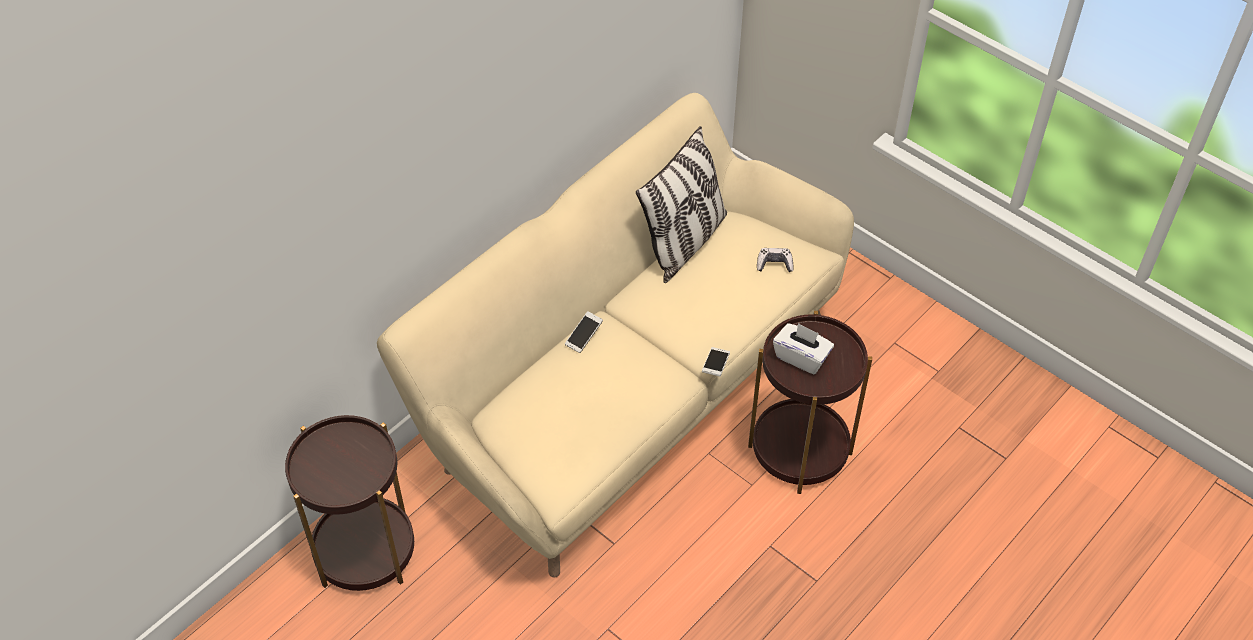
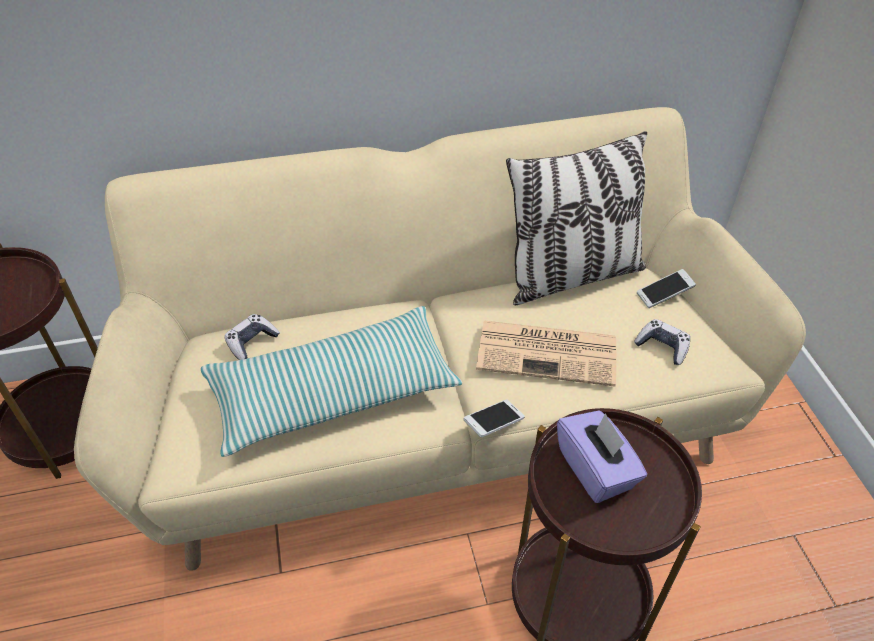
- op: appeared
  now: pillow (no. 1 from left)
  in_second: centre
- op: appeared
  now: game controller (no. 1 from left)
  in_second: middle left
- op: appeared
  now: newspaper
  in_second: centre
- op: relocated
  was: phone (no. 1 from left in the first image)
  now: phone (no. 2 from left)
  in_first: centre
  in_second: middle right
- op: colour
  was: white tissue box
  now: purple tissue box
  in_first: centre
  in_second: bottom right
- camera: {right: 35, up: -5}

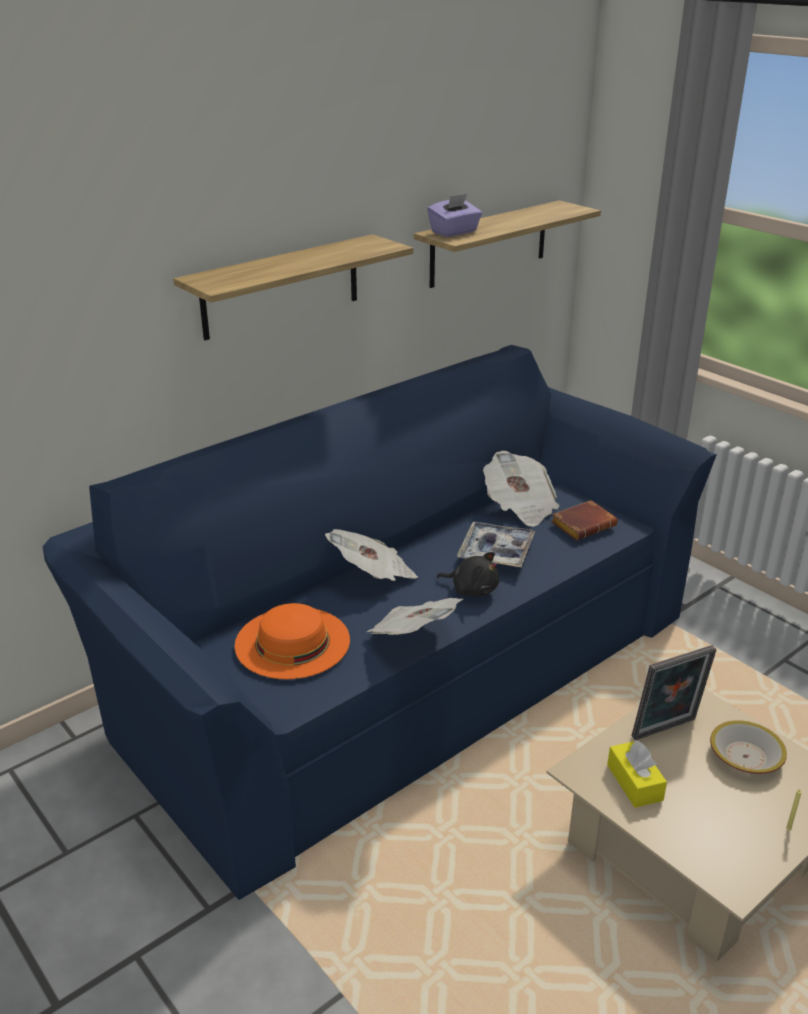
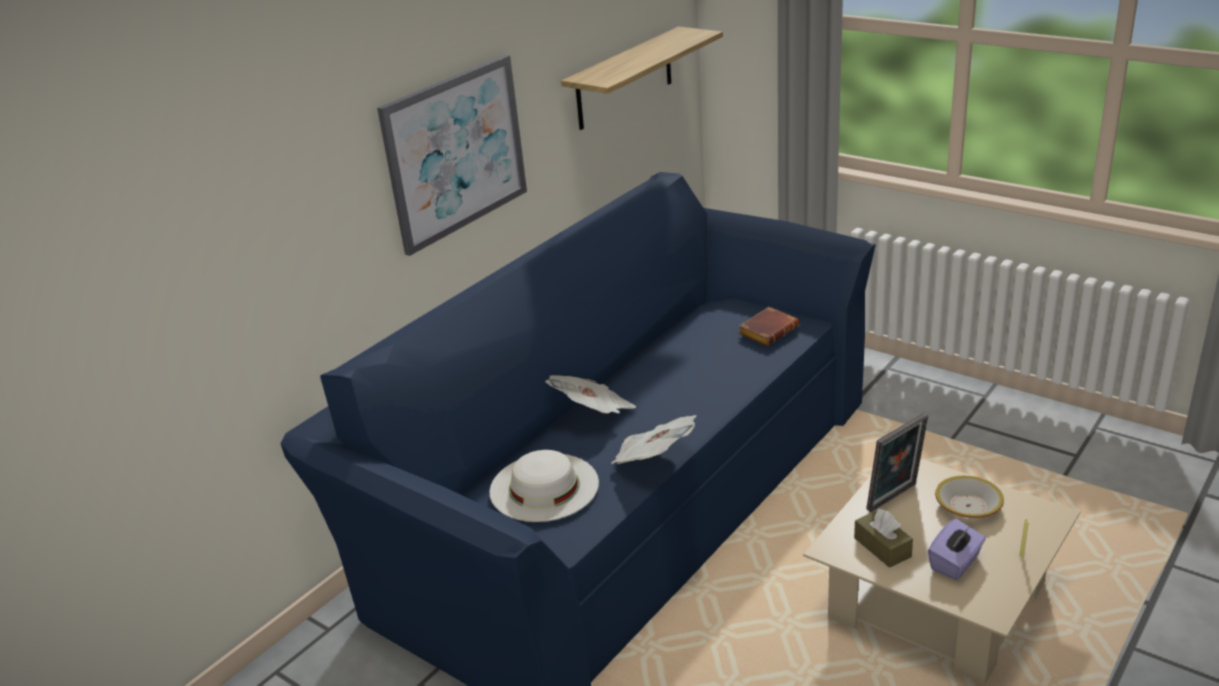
- op: missing
  was: black plush toy
  in_first: centre
- op: missing
  was: tray
  in_first: centre
- op: missing
  was: newspaper (no. 3 from left)
  in_first: centre
- op: relocated
  was: purple tissue box
  in_first: top centre
  in_second: bottom right
- op: exchanged
  was: shelf (no. 1 from left)
  now: picture
  in_first: top centre
  in_second: top centre
- op: colour
  was: orange hat
  now: white hat
  in_first: centre
  in_second: bottom centre
- op: colour
  was: yellow tissue box
  now: brown tissue box
  in_first: bottom right
  in_second: bottom right
- camera: {right: -10, up: 0}

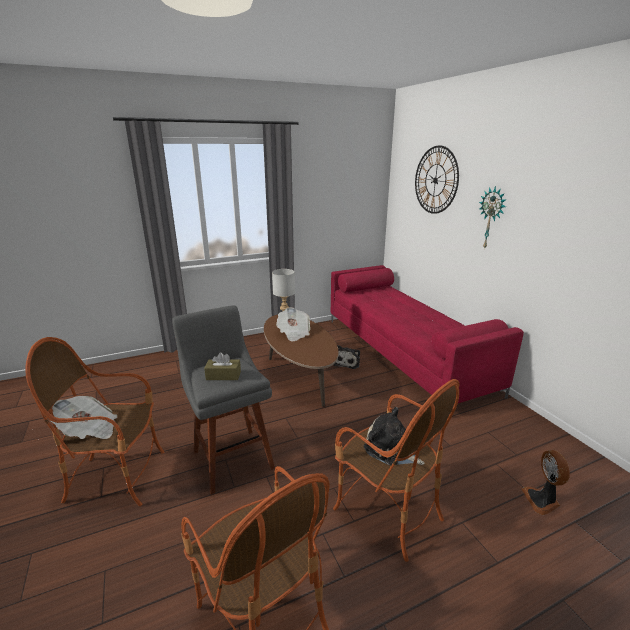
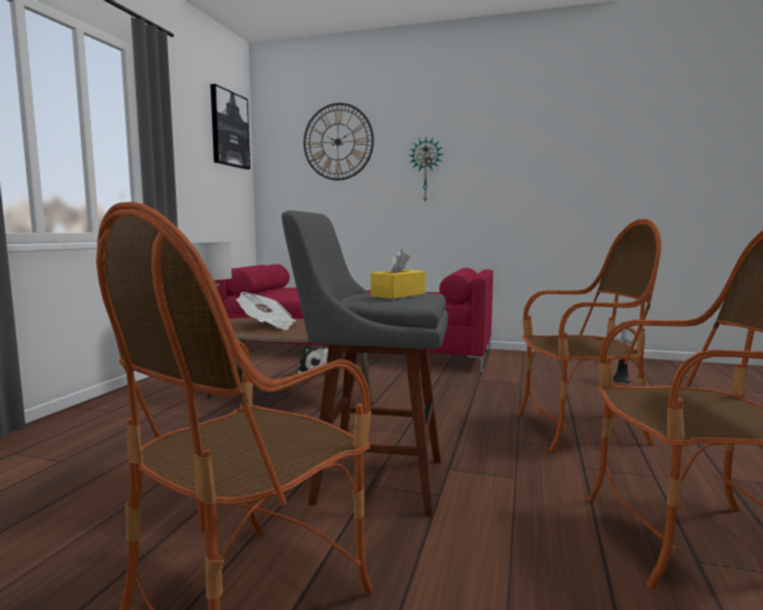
- op: missing
  was: newspaper (no. 1 from left)
  in_first: middle left
- op: missing
  was: plush toy (no. 2 from left)
  in_first: bottom centre
- op: appeared
  now: picture
  in_second: top left
- op: colour
  was: brown tissue box
  now: yellow tissue box
  in_first: centre
  in_second: centre
- camera: {right: -50, up: -15}

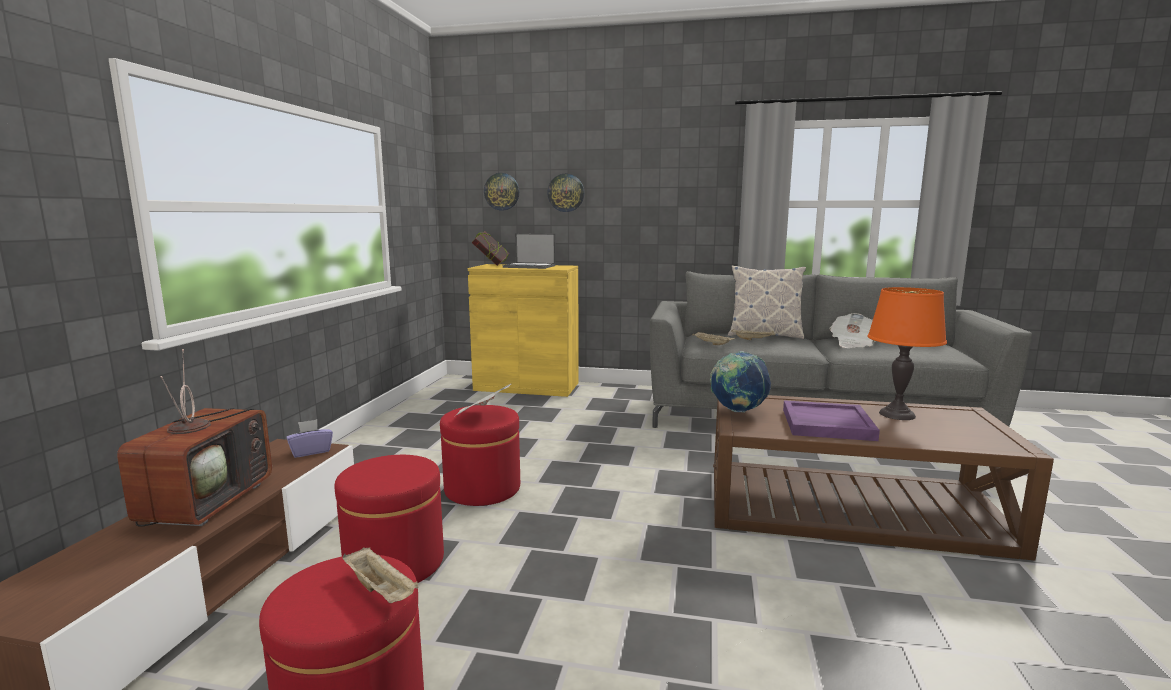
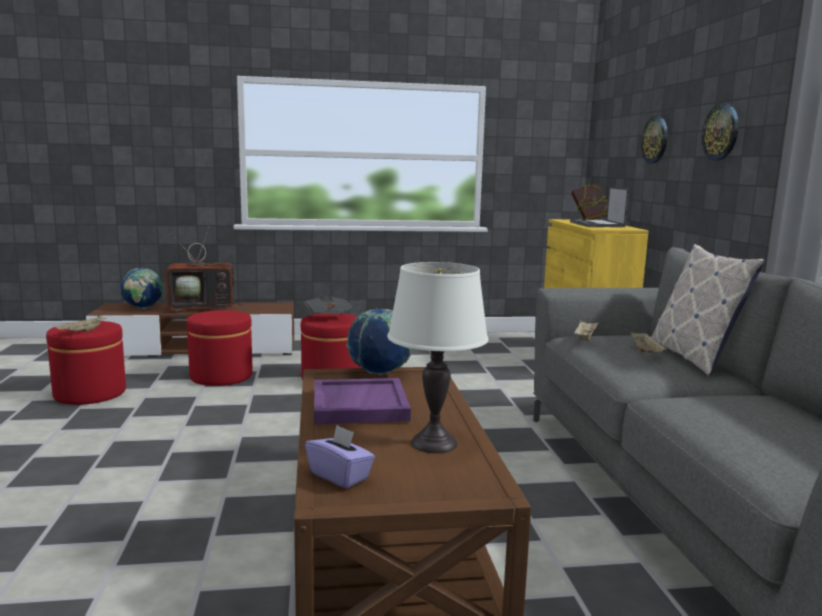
- op: missing
  was: newspaper (no. 2 from left)
  in_first: middle right
- op: appeared
  now: globe (no. 1 from left)
  in_second: middle left
- op: relocated
  was: purple tissue box
  in_first: middle left
  in_second: bottom centre
- op: relocated
  was: wall clock (no. 1 from left in the first image)
  now: wall clock (no. 2 from left)
  in_first: top centre
  in_second: top right
- op: colour
  was: orange table lamp
  now: white table lamp
  in_first: middle right
  in_second: centre
- camera: {right: 70, up: 0}

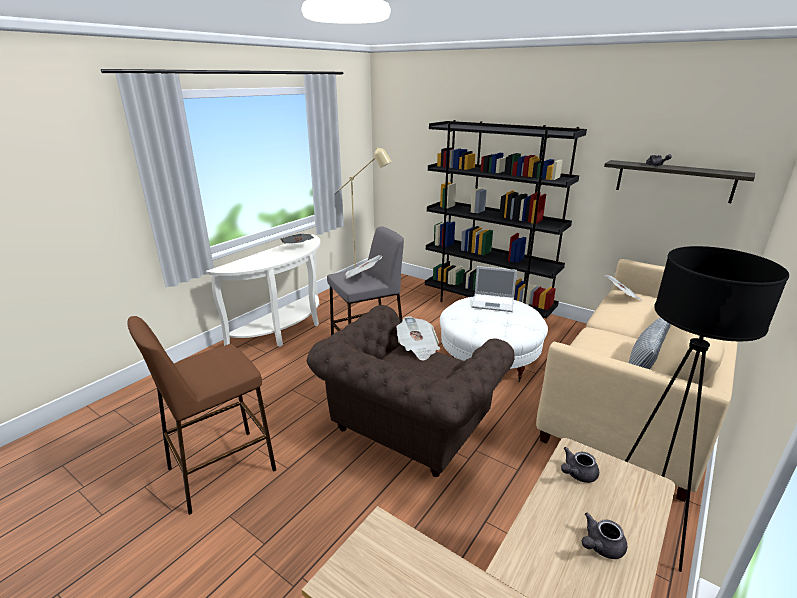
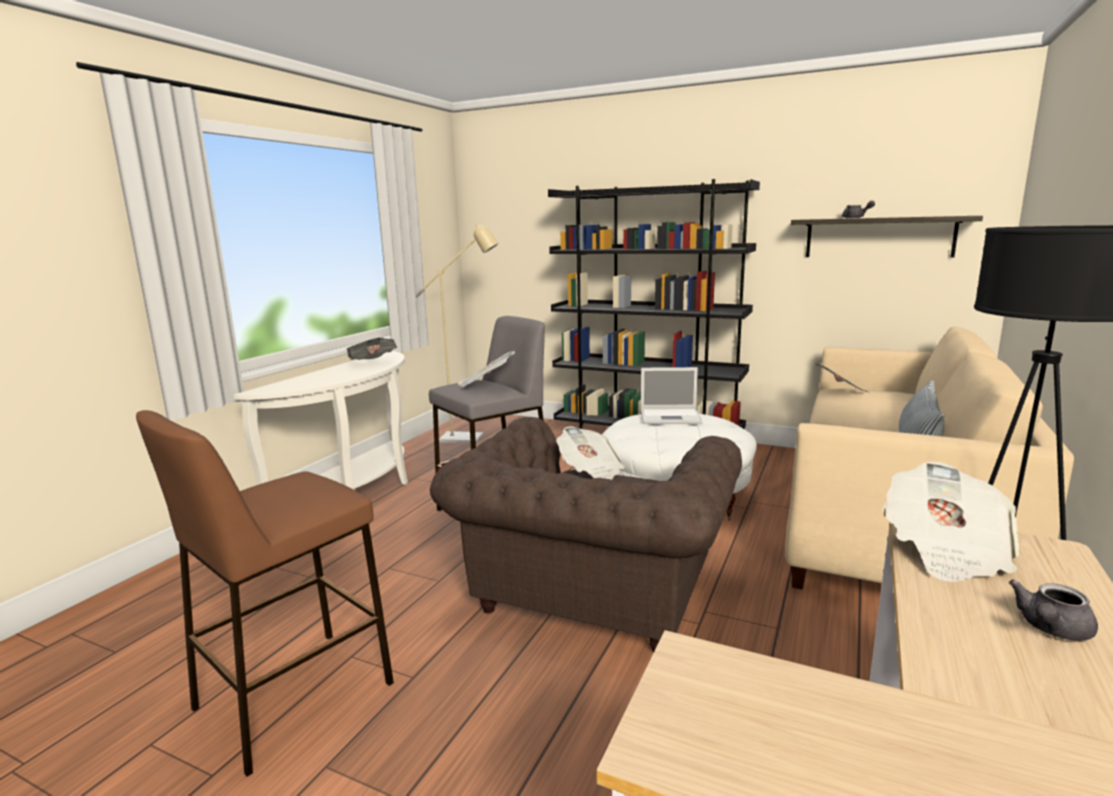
- op: exchanged
  was: grey teapot (no. 1 from left)
  now: newspaper (no. 5 from left)
  in_first: bottom right
  in_second: middle right
- camera: {right: -10, up: -10}

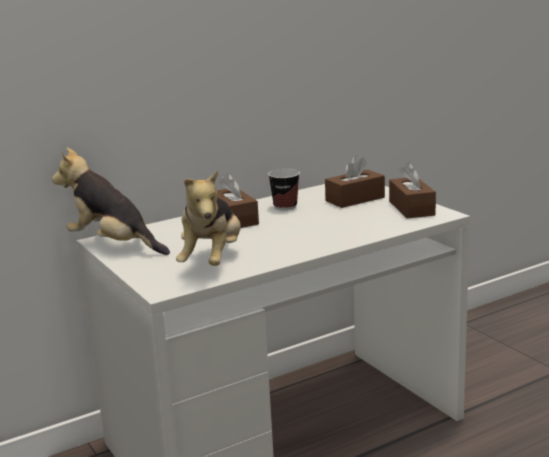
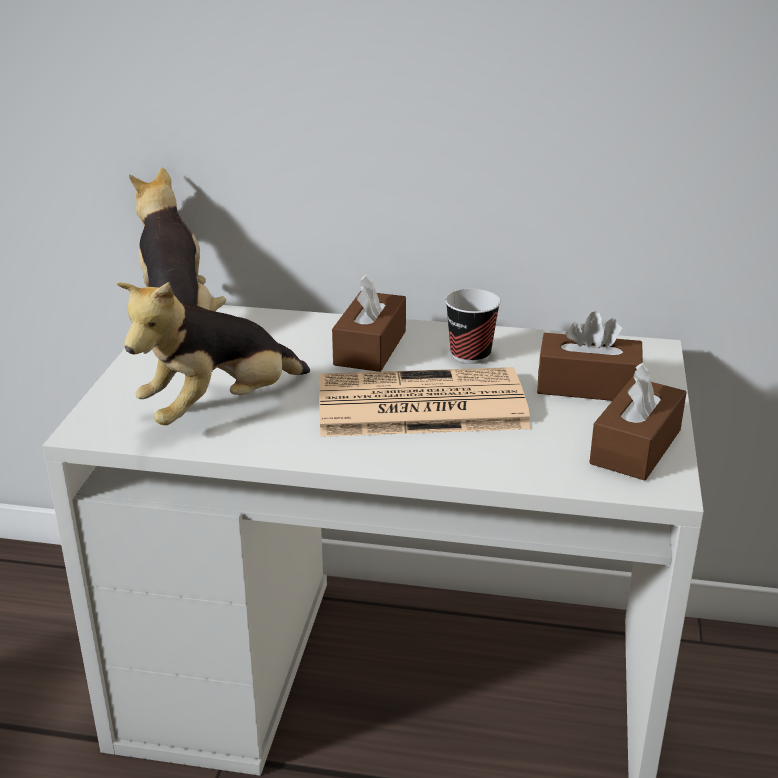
- op: appeared
  now: newspaper
  in_second: centre
- camera: {right: 40, up: 10}

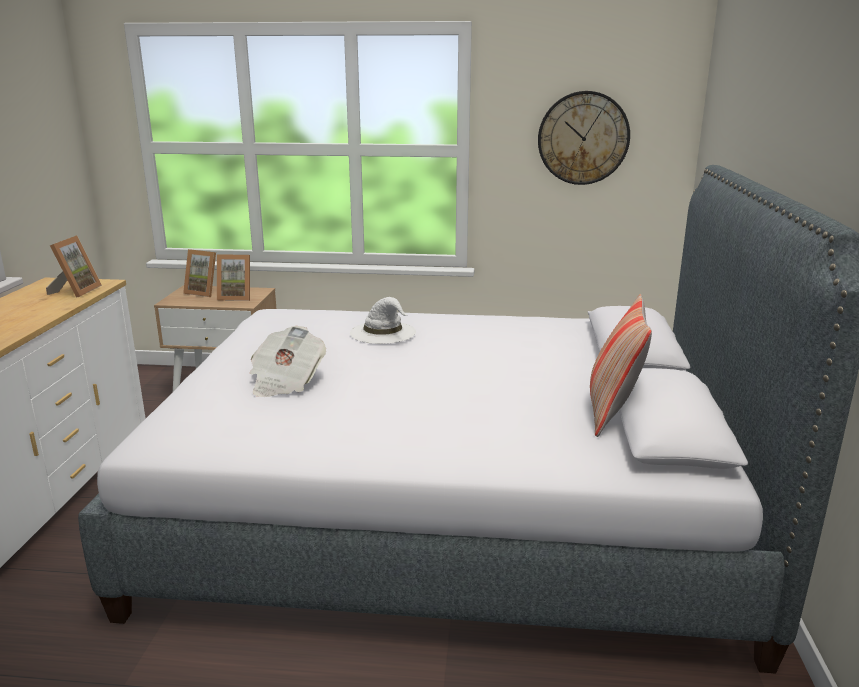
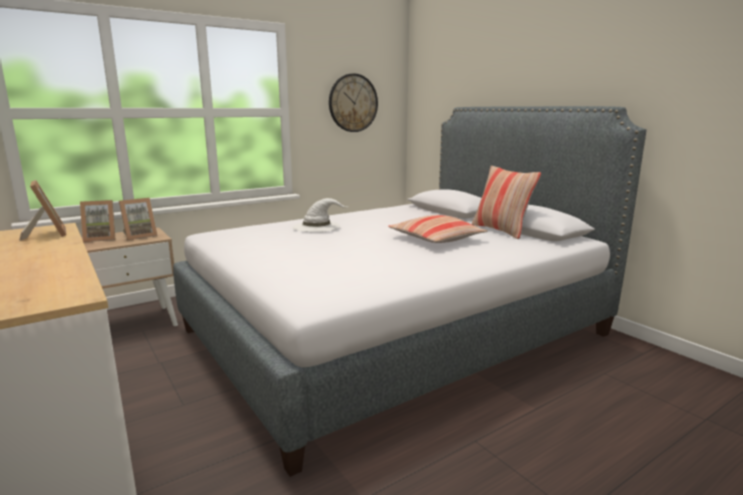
- op: missing
  was: newspaper
  in_first: centre
- op: appeared
  now: pillow (no. 1 from left)
  in_second: centre
- camera: {right: -40, up: -5}

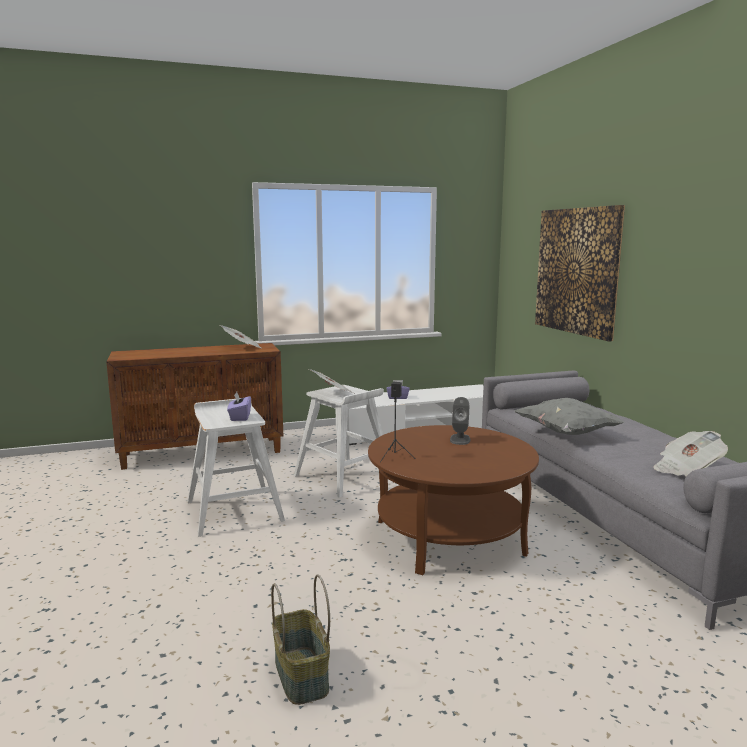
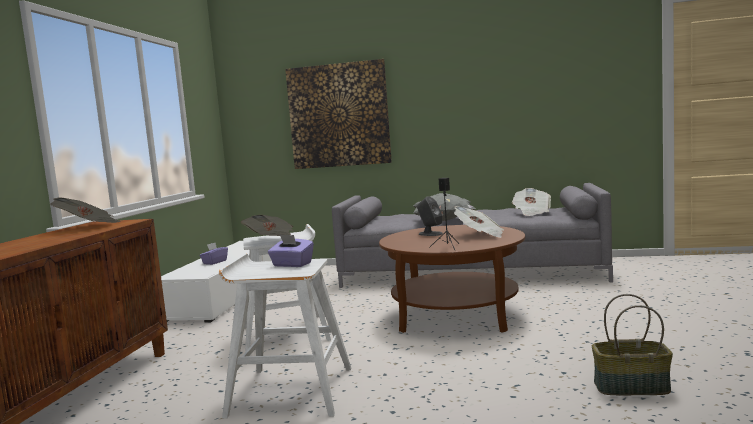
- op: appeared
  now: newspaper (no. 3 from left)
  in_second: centre
- camera: {right: -60, up: -5}

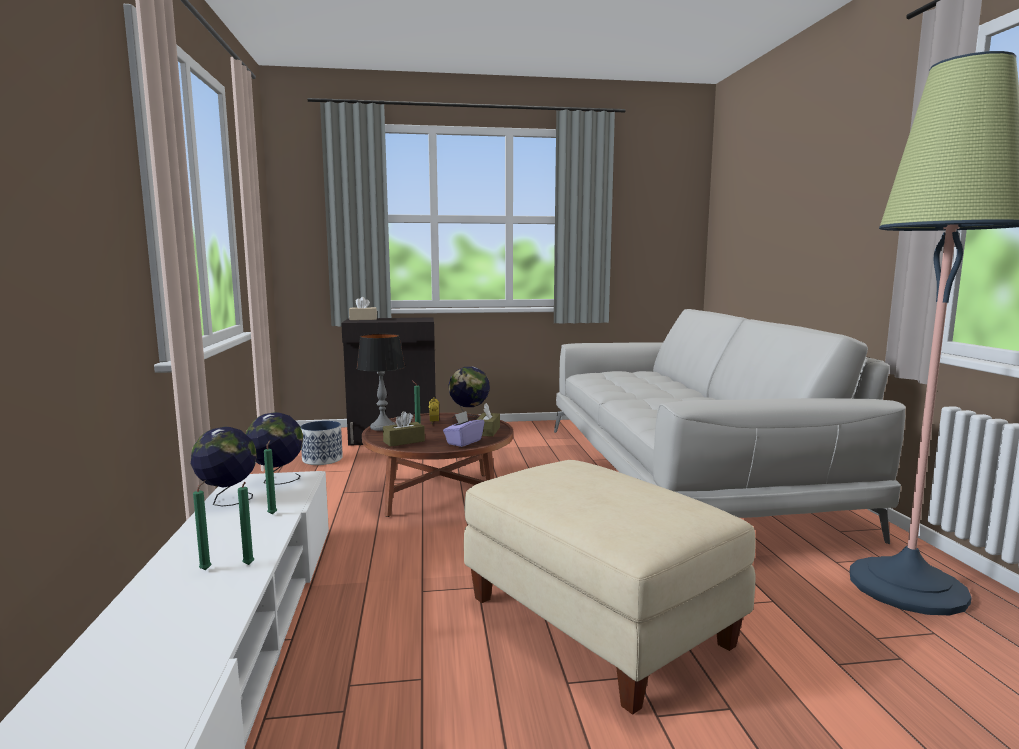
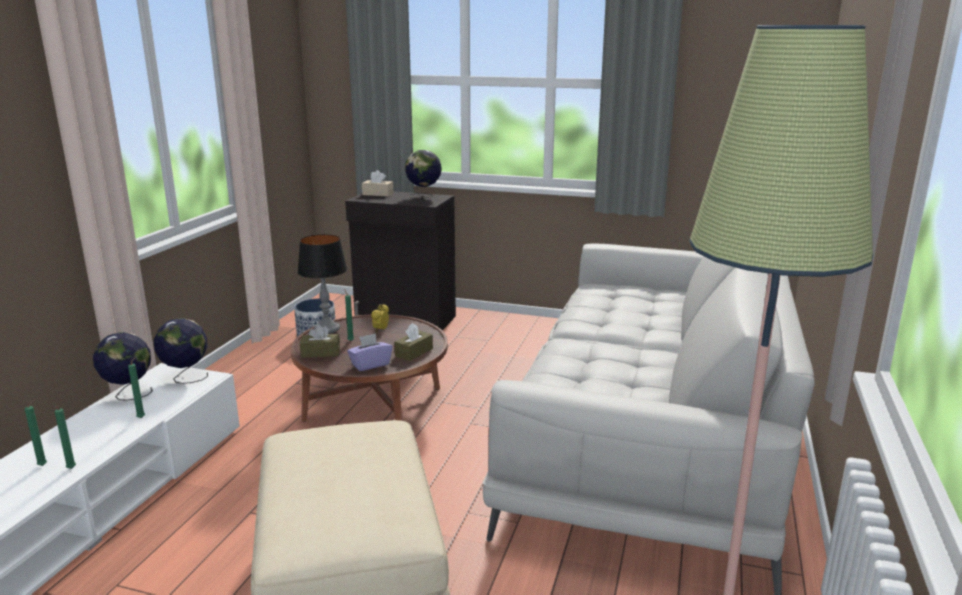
- op: relocated
  was: globe (no. 3 from left)
  in_first: centre
  in_second: top centre
- camera: {right: 25, up: 10}

